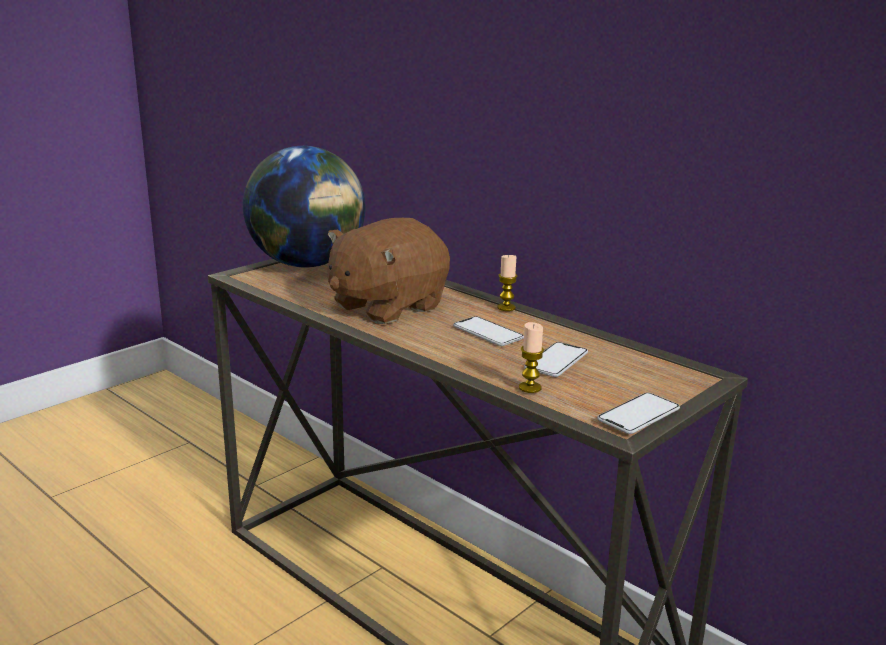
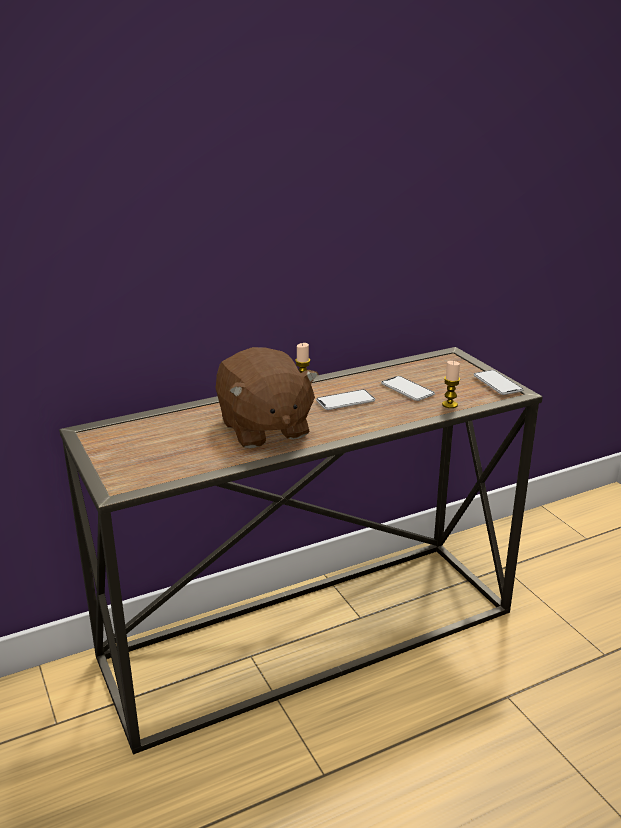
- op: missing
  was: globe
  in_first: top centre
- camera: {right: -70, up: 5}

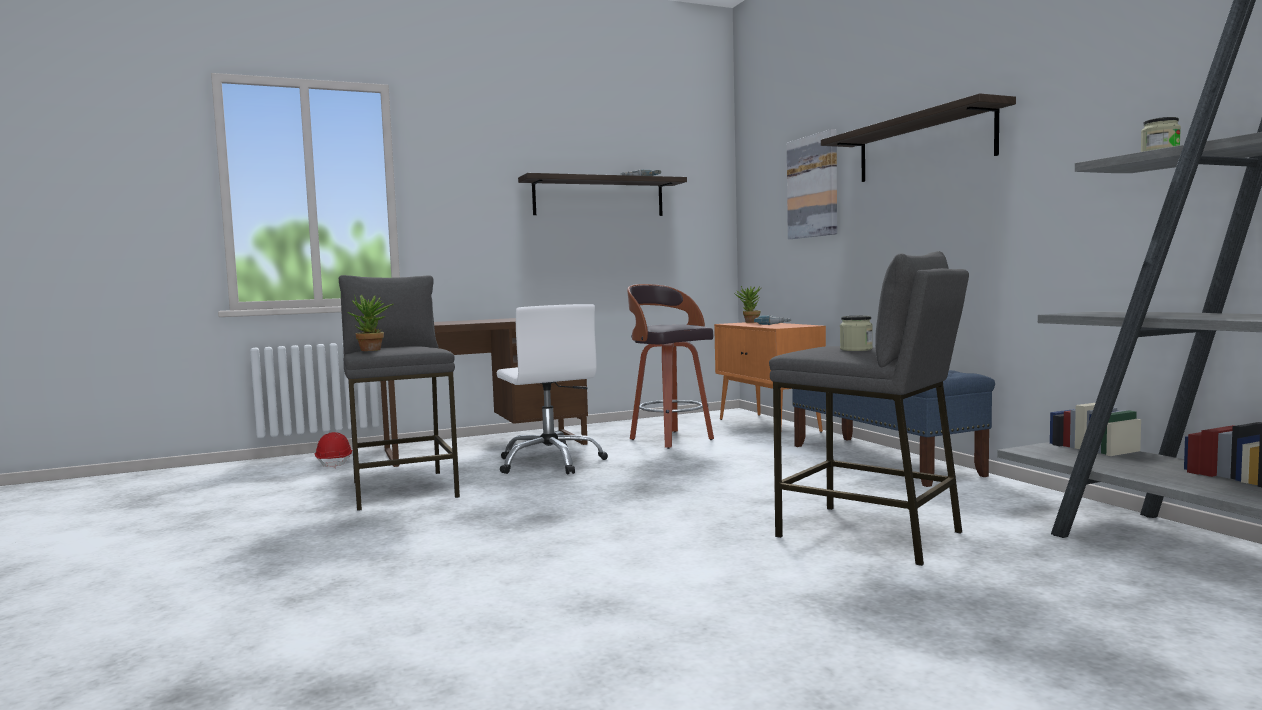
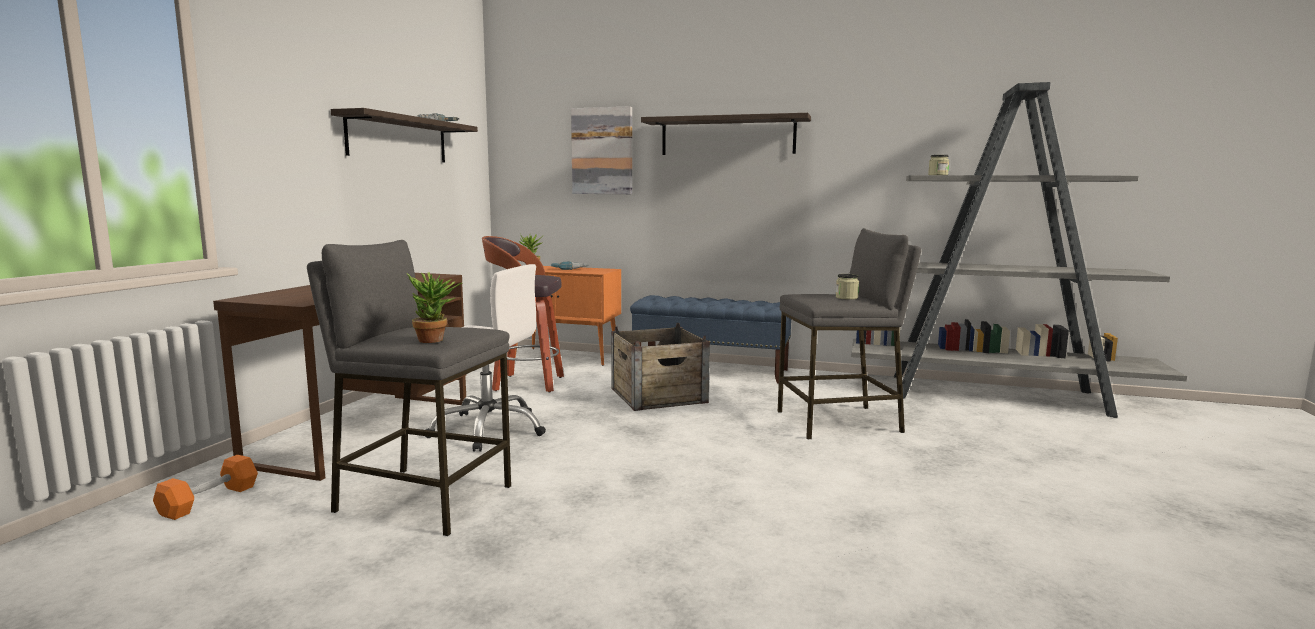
- op: appeared
  now: crate
  in_second: centre
- op: exchanged
  was: red hard hat
  now: orange dumbbell
  in_first: middle left
  in_second: bottom left
- camera: {right: -50, up: 5}

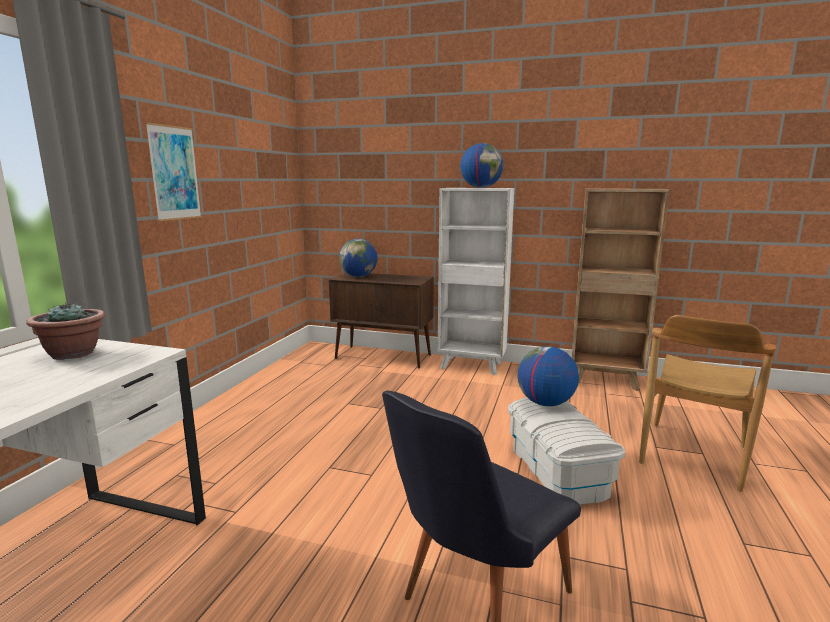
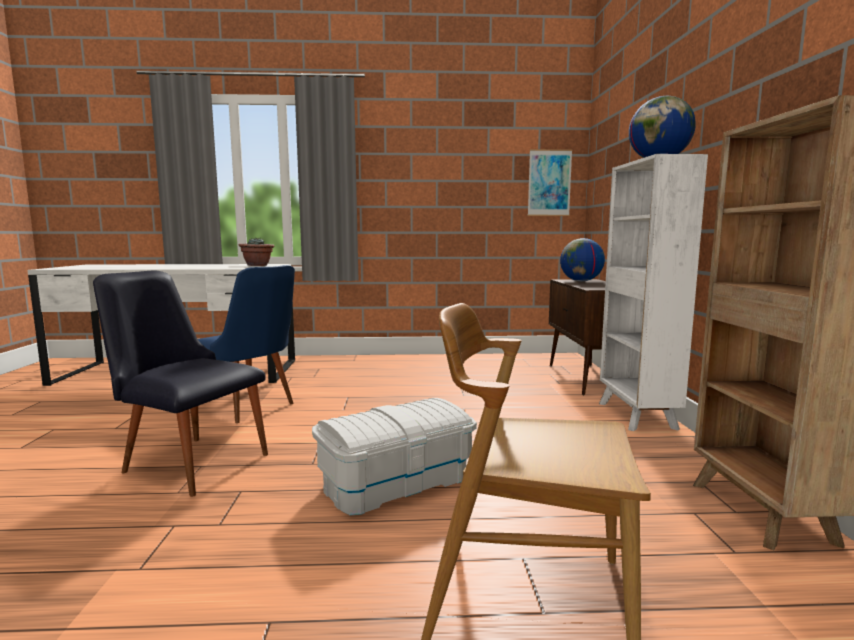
- op: missing
  was: globe (no. 3 from left)
  in_first: centre
- op: appeared
  now: blue chair
  in_second: middle left
- op: relocated
  was: picture
  in_first: top left
  in_second: top centre
- camera: {right: 70, up: -5}

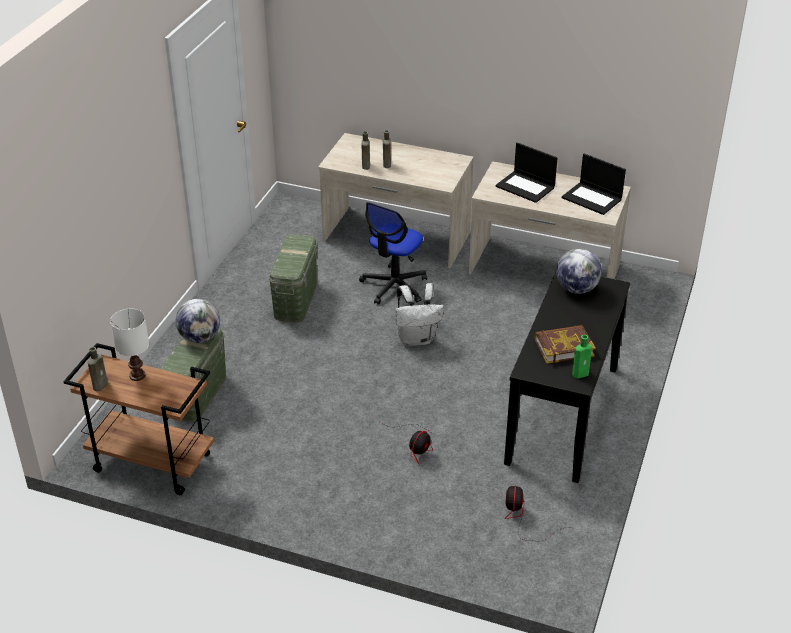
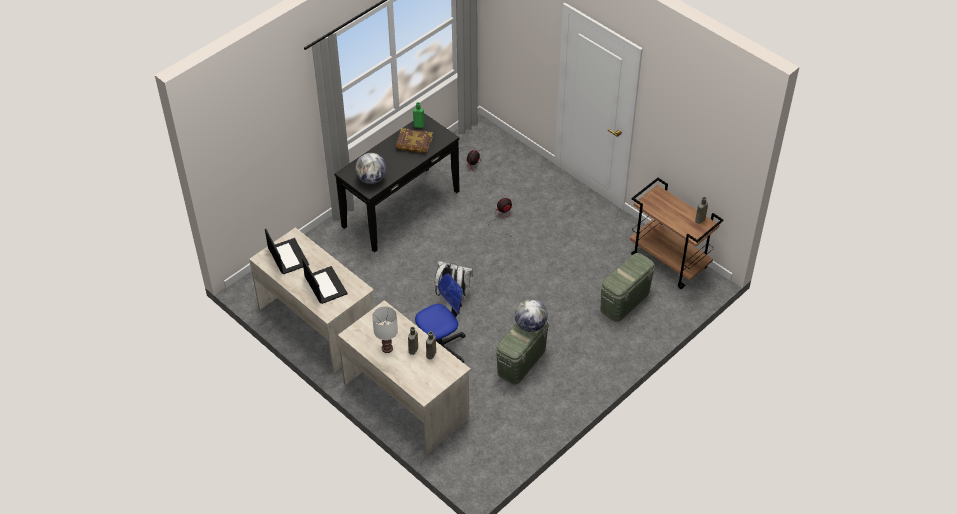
- op: relocated
  was: white table lamp
  in_first: middle left
  in_second: centre
- op: relocated
  was: globe (no. 1 from left in the first image)
  now: globe (no. 2 from left)
  in_first: middle left
  in_second: centre
- camera: {right: -155, up: 10}

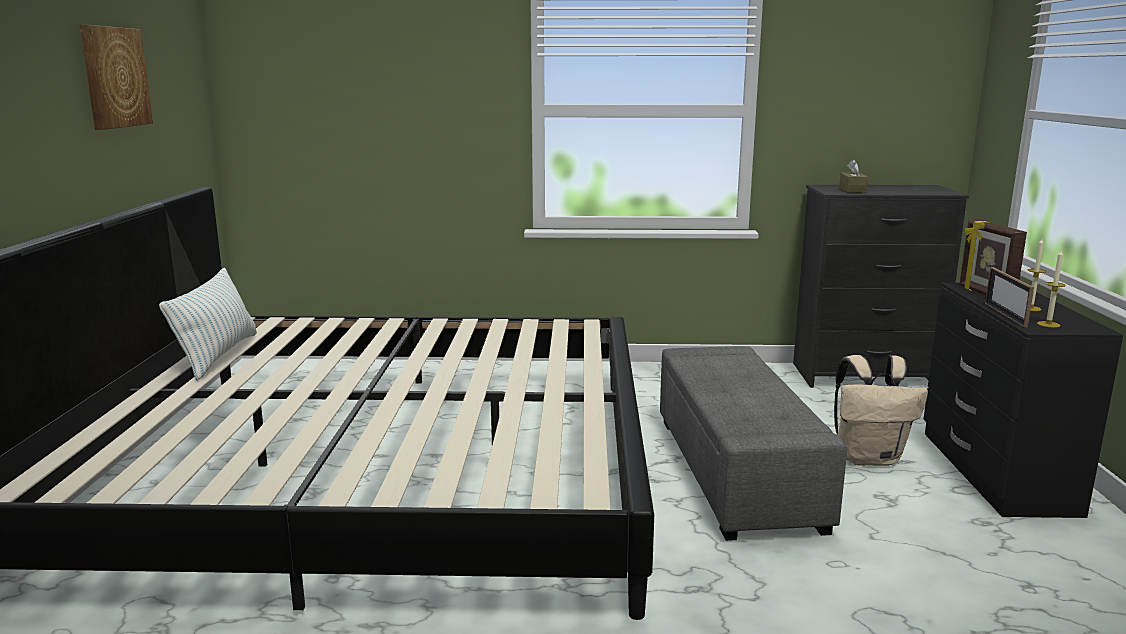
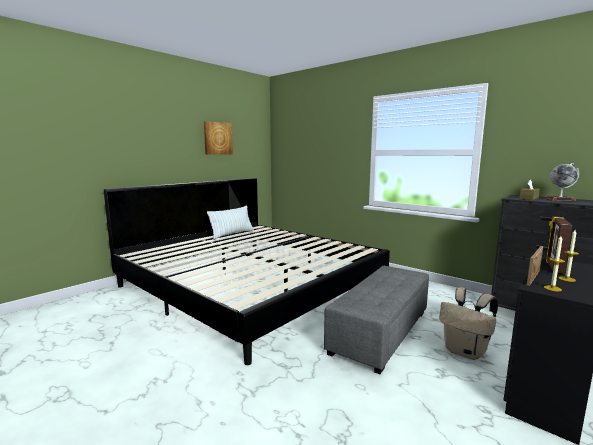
- op: appeared
  now: globe
  in_second: middle right
- camera: {right: 40, up: -5}

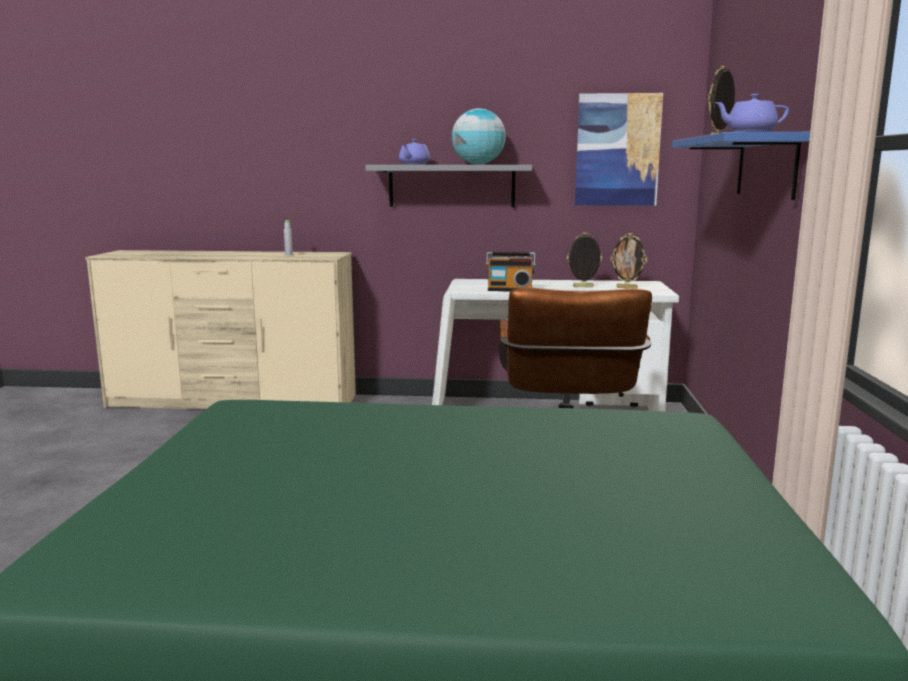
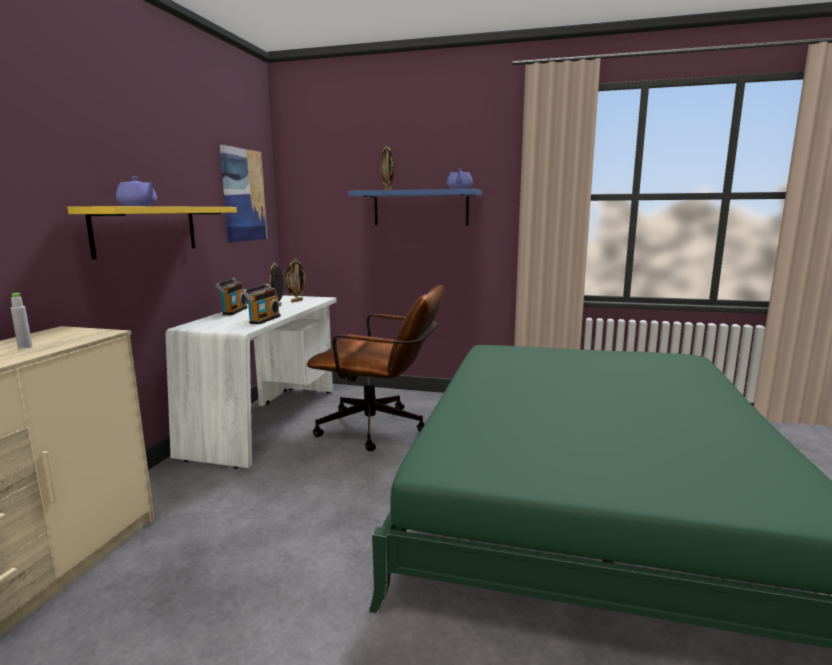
- op: missing
  was: globe
  in_first: top centre
- op: appeared
  now: radio (no. 1 from left)
  in_second: middle left
- op: colour
  was: grey shelf
  now: yellow shelf
  in_first: top centre
  in_second: middle left
- camera: {right: -80, up: 0}

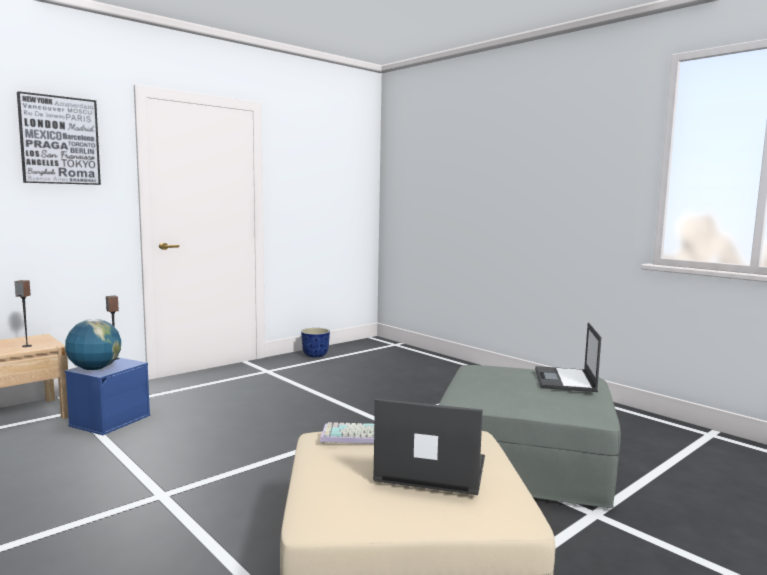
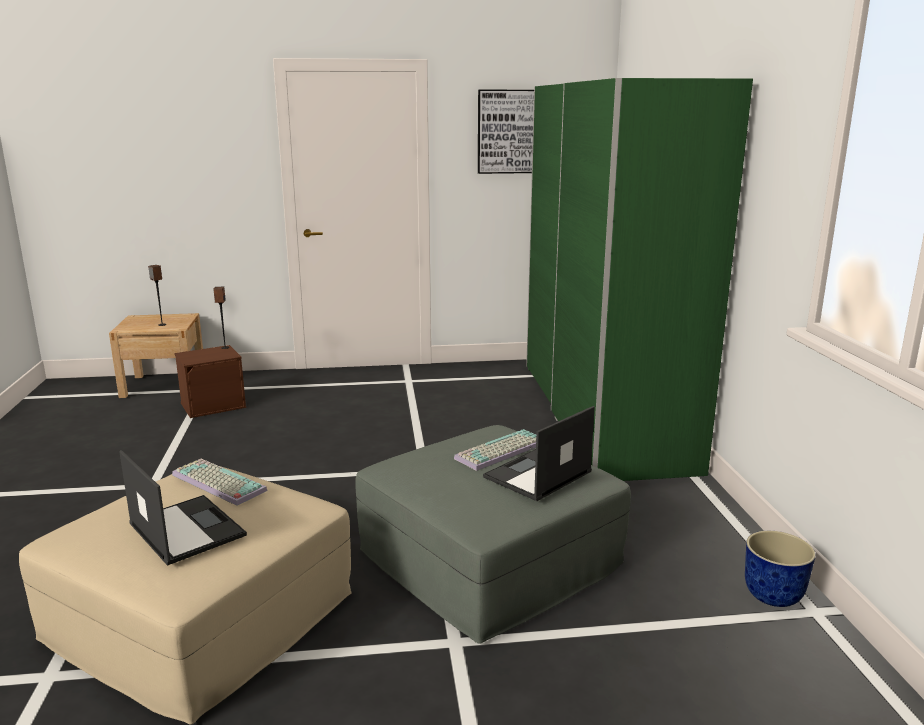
- op: missing
  was: globe
  in_first: middle left
- op: appeared
  now: keyboard (no. 2 from left)
  in_second: centre
- op: appeared
  now: green wardrobe
  in_second: middle right
- op: relocated
  was: picture
  in_first: top left
  in_second: top centre
- op: relocated
  was: planter
  in_first: centre
  in_second: bottom right
- op: colour
  was: blue storage box
  now: brown storage box
  in_first: bottom left
  in_second: middle left
- camera: {right: 35, up: 10}

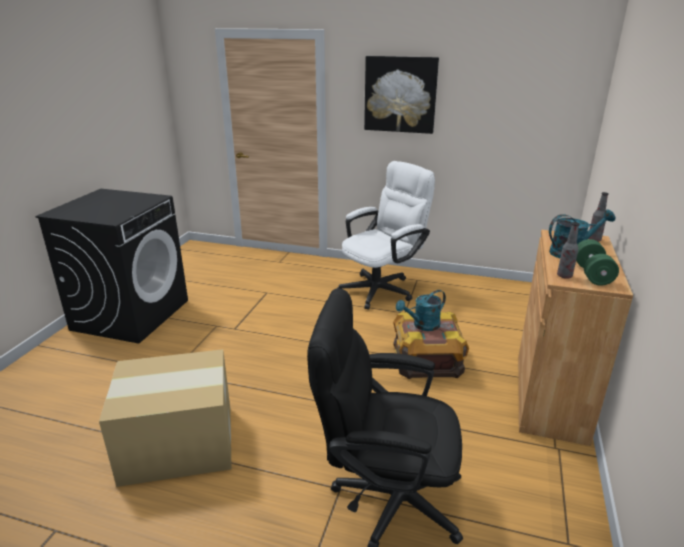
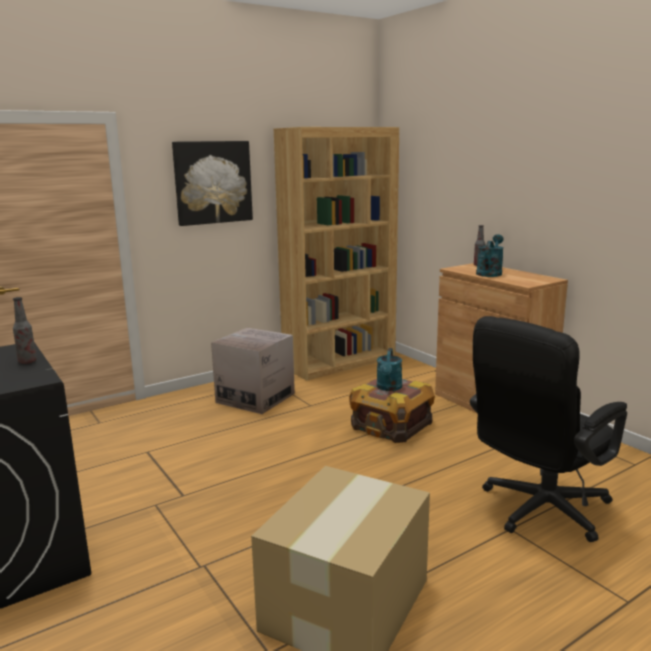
- op: missing
  was: green dumbbell
  in_first: middle right
- op: appeared
  now: brown bookcase
  in_second: centre
- op: relocated
  was: bottle (no. 1 from left)
  in_first: middle right
  in_second: middle left
- op: exchanged
  was: white office chair
  now: cardboard box (no. 1 from left)
  in_first: centre
  in_second: centre
- camera: {right: -50, up: -10}

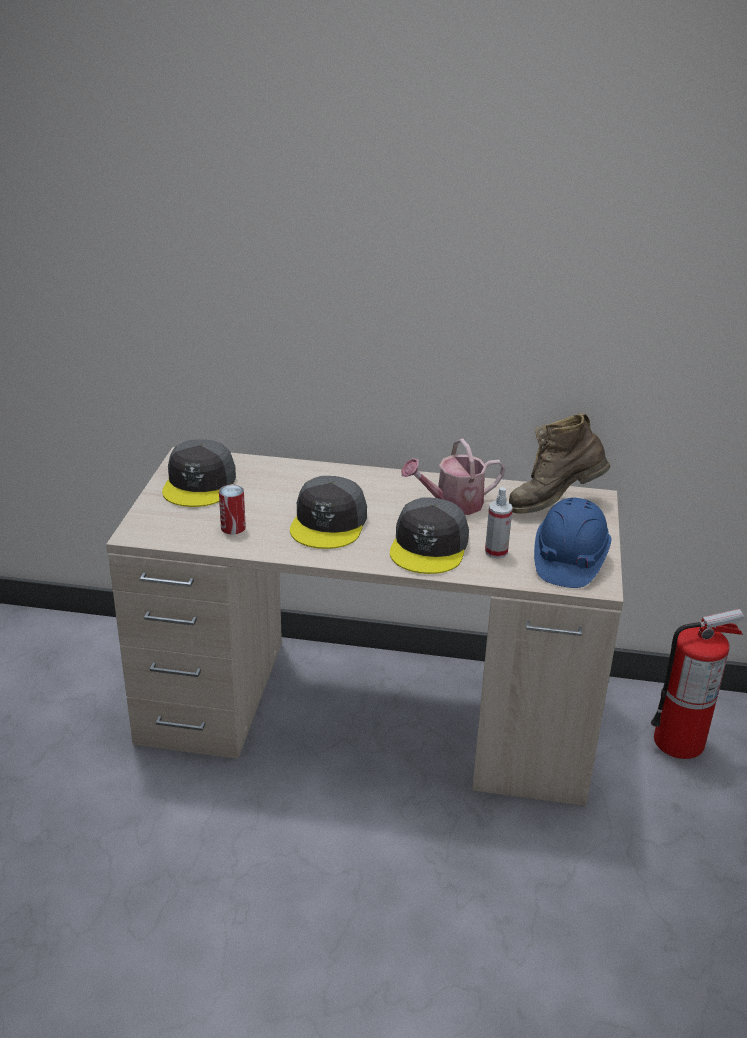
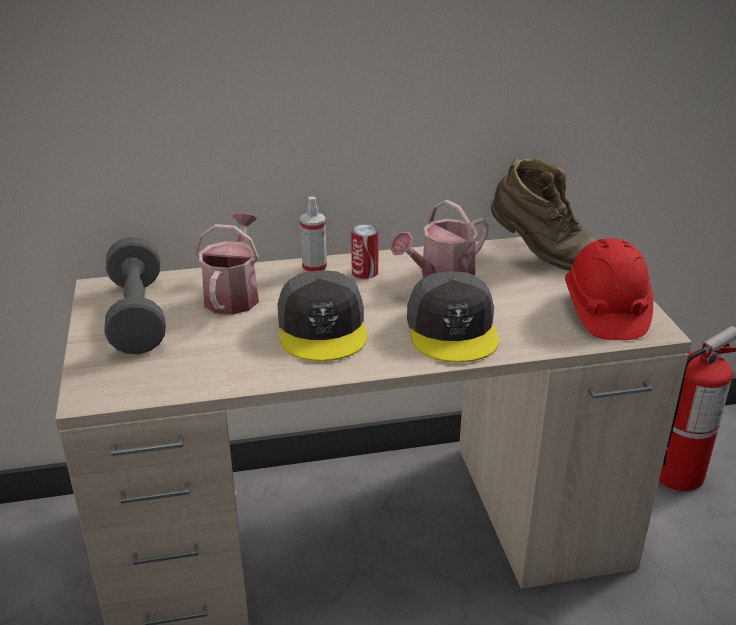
- op: appeared
  now: watering can (no. 1 from left)
  in_second: middle left
- op: relocated
  was: can
  in_first: middle left
  in_second: centre
- op: relocated
  was: spray bottle
  in_first: middle right
  in_second: centre
- op: exchanged
  was: grey cap (no. 1 from left)
  now: grey dumbbell
  in_first: middle left
  in_second: middle left
- op: colour
  was: blue hard hat
  now: red hard hat
  in_first: middle right
  in_second: middle right
- op: spun
  was: brown boot
  in_first: middle right
  in_second: middle right
  clockwise: -105
- camera: {right: -20, up: 0}

